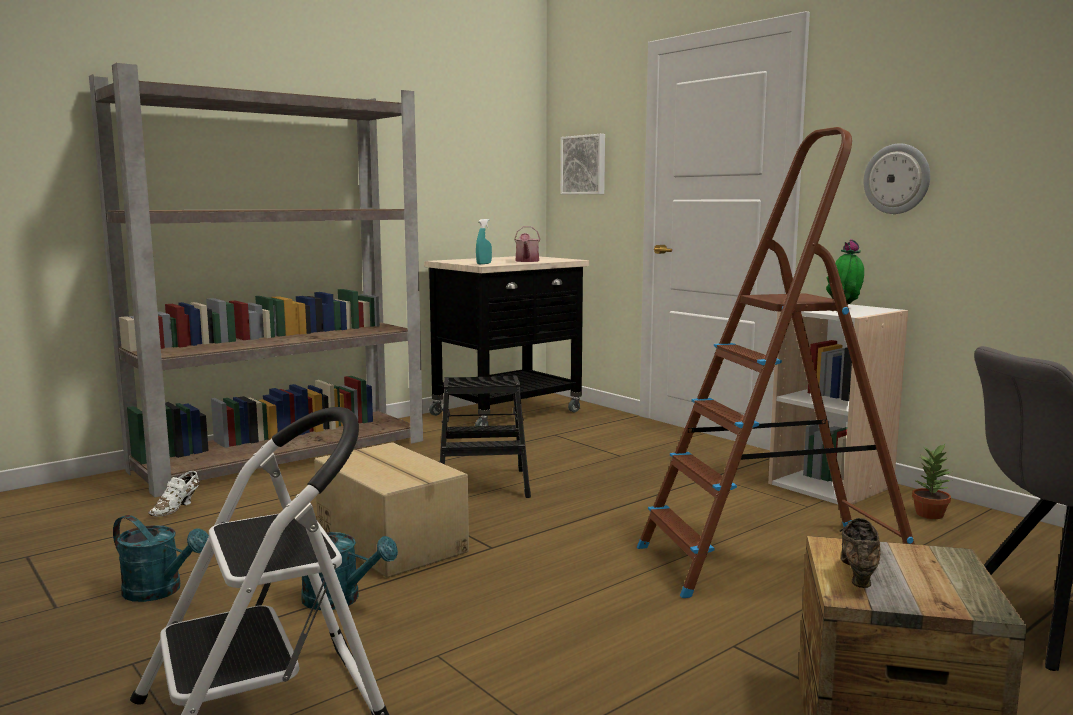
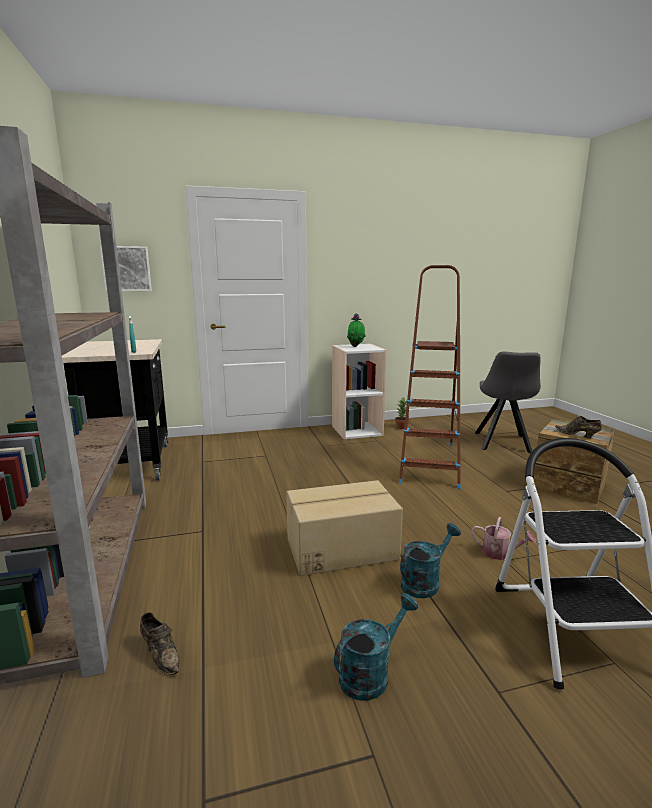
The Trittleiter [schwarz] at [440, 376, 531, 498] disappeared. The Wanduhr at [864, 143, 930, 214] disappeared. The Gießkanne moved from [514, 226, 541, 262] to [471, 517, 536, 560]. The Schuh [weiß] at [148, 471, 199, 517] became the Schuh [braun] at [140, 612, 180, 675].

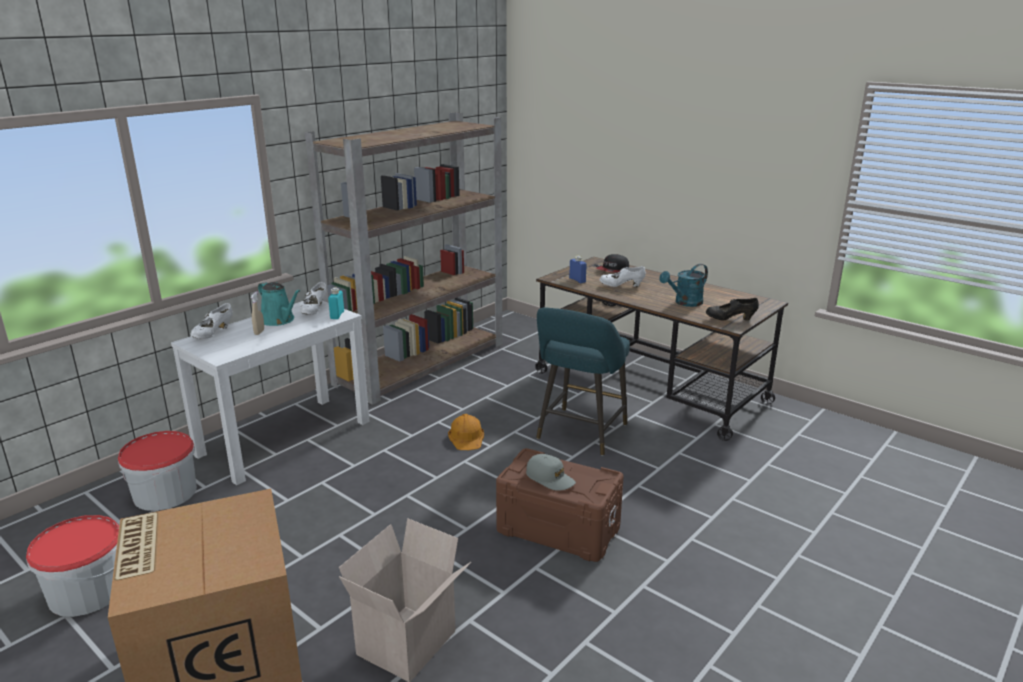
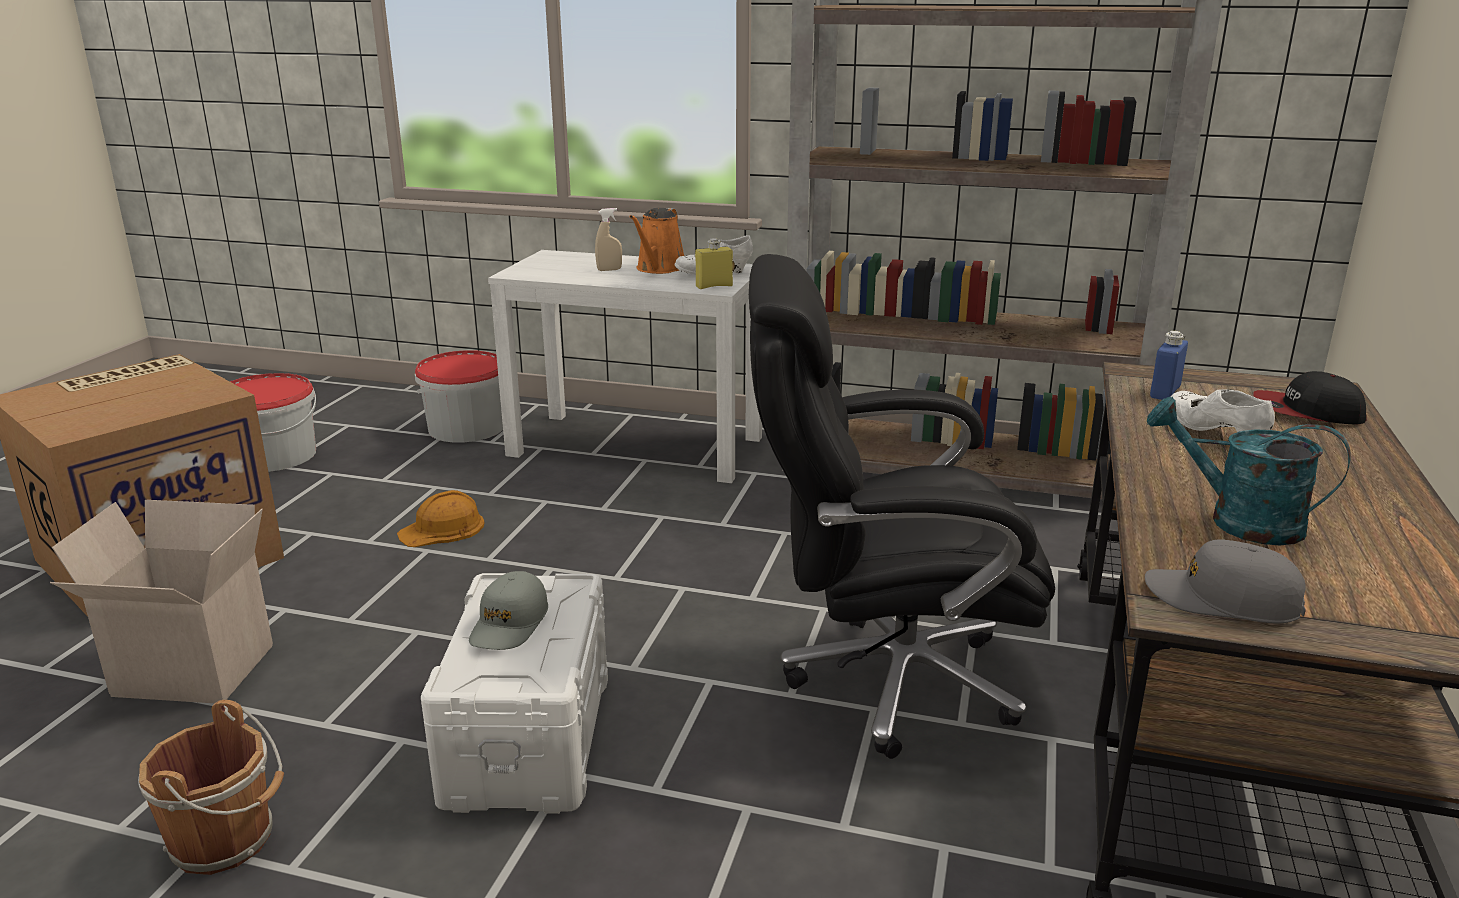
The Schuh [weiß] at [190, 303, 233, 339] disappeared. The Eimer [braun] at [138, 700, 284, 875] appeared. The Schutzhelm [orange] moved from [448, 414, 484, 450] to [397, 490, 485, 547]. The Hocker [türkis] at [536, 307, 630, 456] was replaced by the Bürostuhl [schwarz] at [749, 254, 1055, 759]. The Schuh [schwarz] at [706, 298, 759, 320] was replaced by the Kappe [grau] at [1145, 539, 1306, 624]. The Gießkanne [türkis] at [258, 281, 300, 326] became the Gießkanne [orange] at [629, 208, 684, 274]. The Flasche [türkis] at [328, 287, 344, 319] became the Flasche [gelb] at [695, 238, 733, 289]. The Aufbewahrungsbox [braun] at [496, 448, 624, 562] became the Aufbewahrungsbox [weiß] at [421, 573, 608, 814].

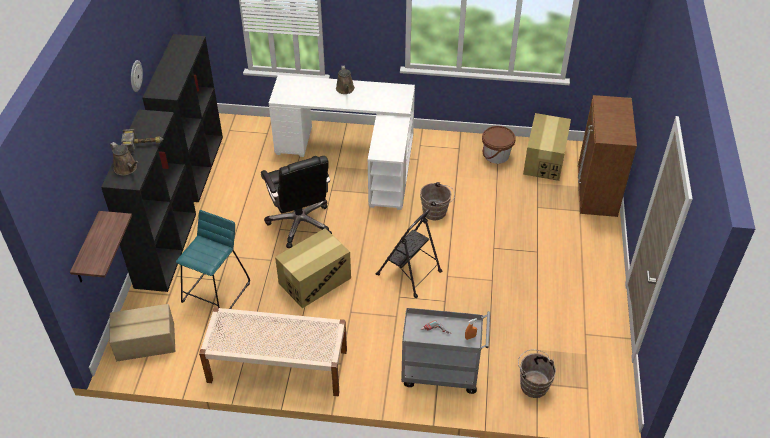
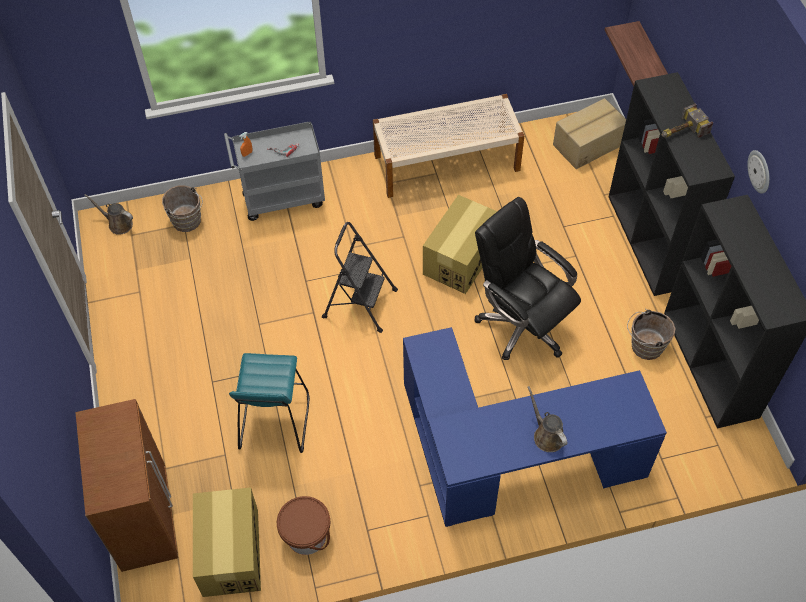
The Gießkanne [braun] moved from [110, 142, 138, 175] to [84, 194, 133, 235]. The Hocker [türkis] moved from [176, 210, 250, 309] to [229, 353, 310, 453]. The Eimer [braun] moved from [420, 182, 455, 220] to [627, 309, 675, 360]. The Schreibtisch [weiß] at [269, 75, 415, 210] became the Schreibtisch [blau] at [403, 327, 667, 527].

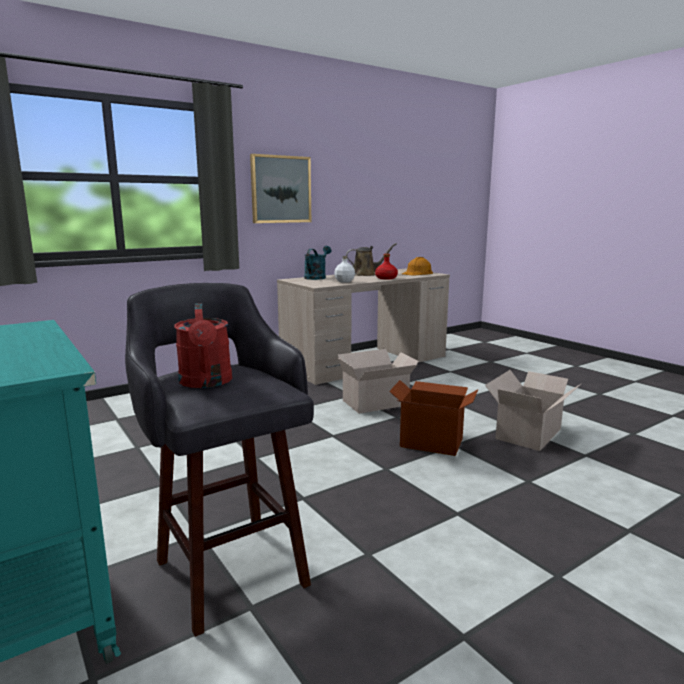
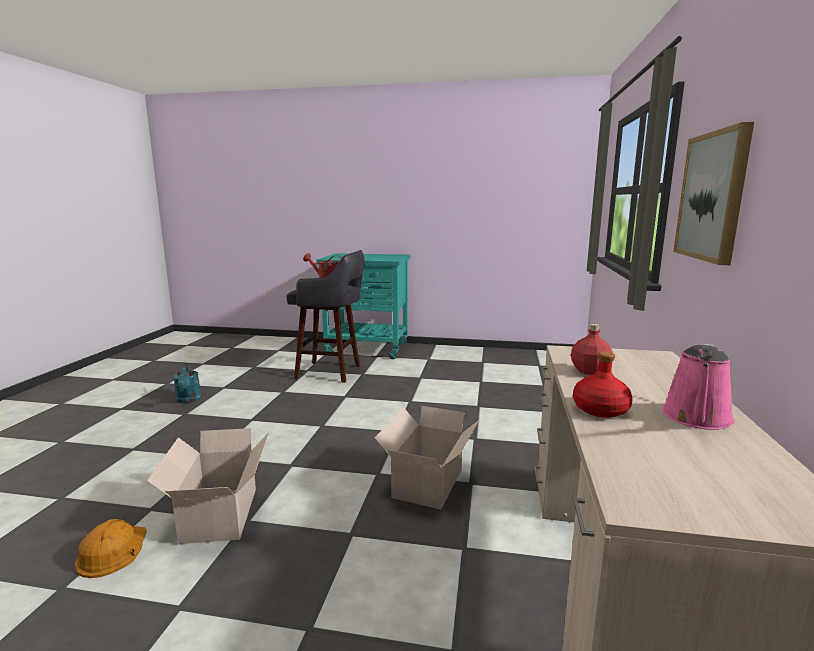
The Karton at [389, 380, 478, 456] disappeared. The Gießkanne [türkis] moved from [304, 246, 331, 280] to [173, 364, 202, 404]. The Schutzhelm [orange] moved from [402, 257, 433, 275] to [75, 519, 147, 578]. The Flasche [weiß] at [334, 256, 355, 283] became the Flasche [rot] at [571, 324, 613, 375]. The Gießkanne [braun] at [346, 243, 397, 276] became the Gießkanne [rosa] at [662, 344, 735, 430].

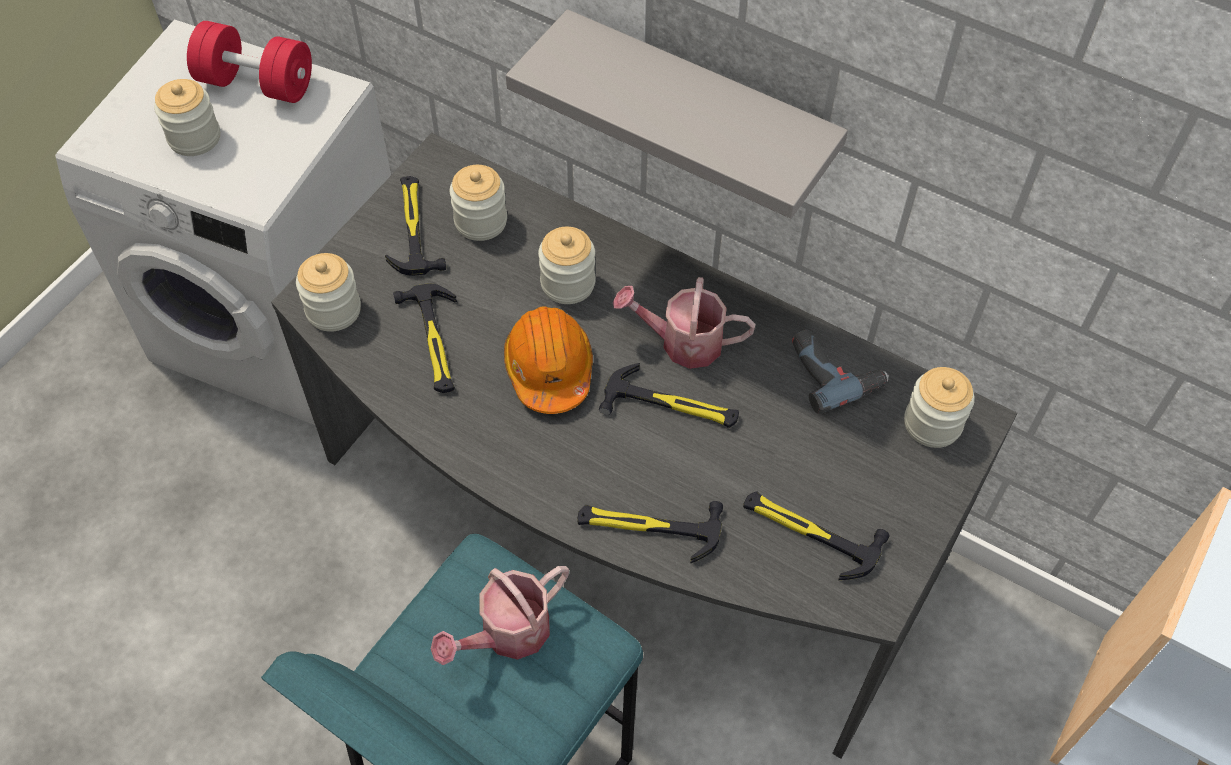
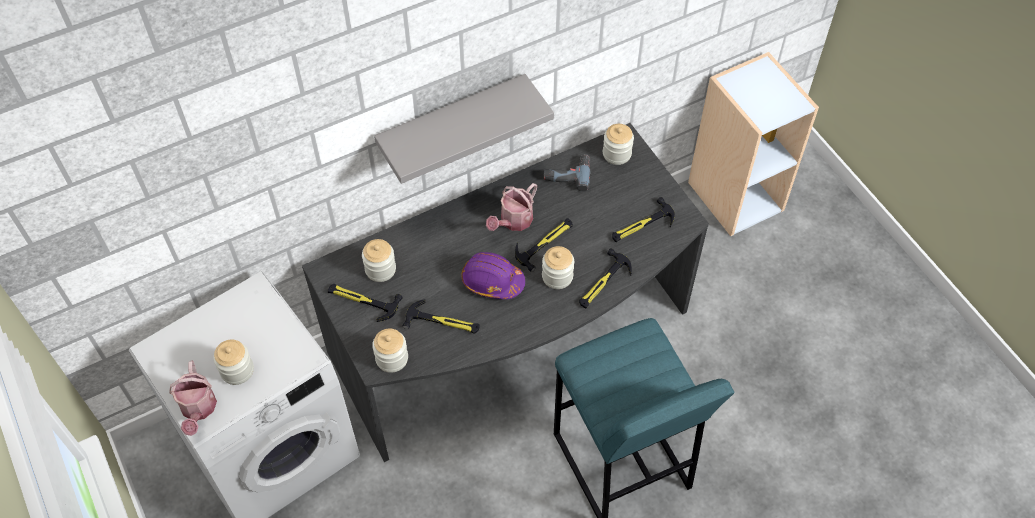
The Hantel [rot] at [187, 21, 312, 103] disappeared. The Gießkanne moved from [431, 566, 569, 665] to [169, 360, 217, 436]. The Vorratsglas moved from [538, 227, 595, 304] to [542, 246, 574, 289]. The Schutzhelm [orange] at [504, 306, 593, 414] became the Schutzhelm [lila] at [461, 252, 525, 299].

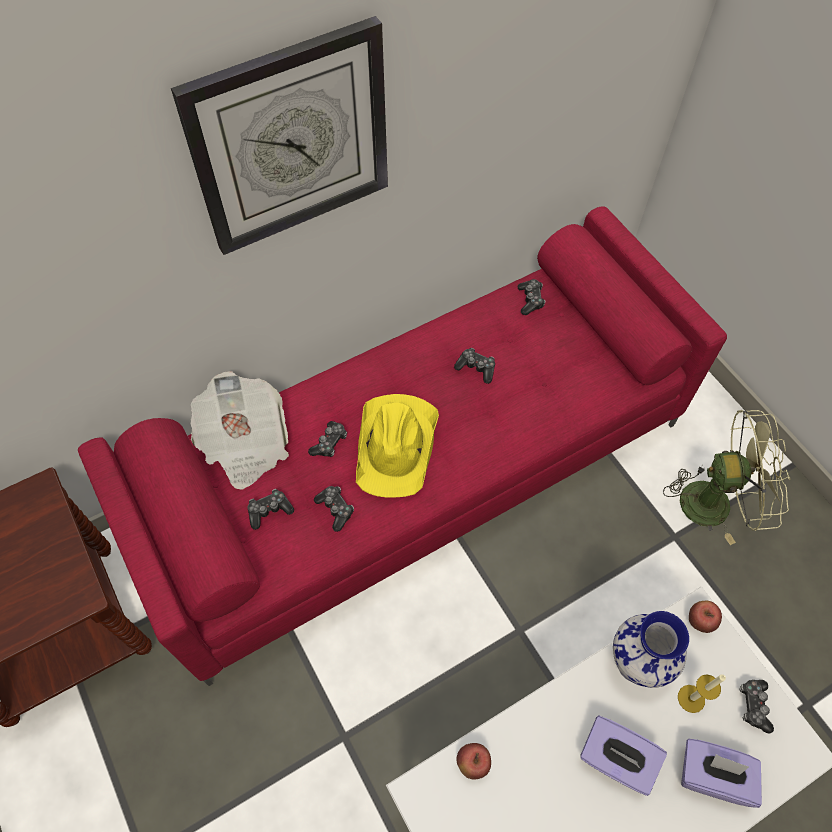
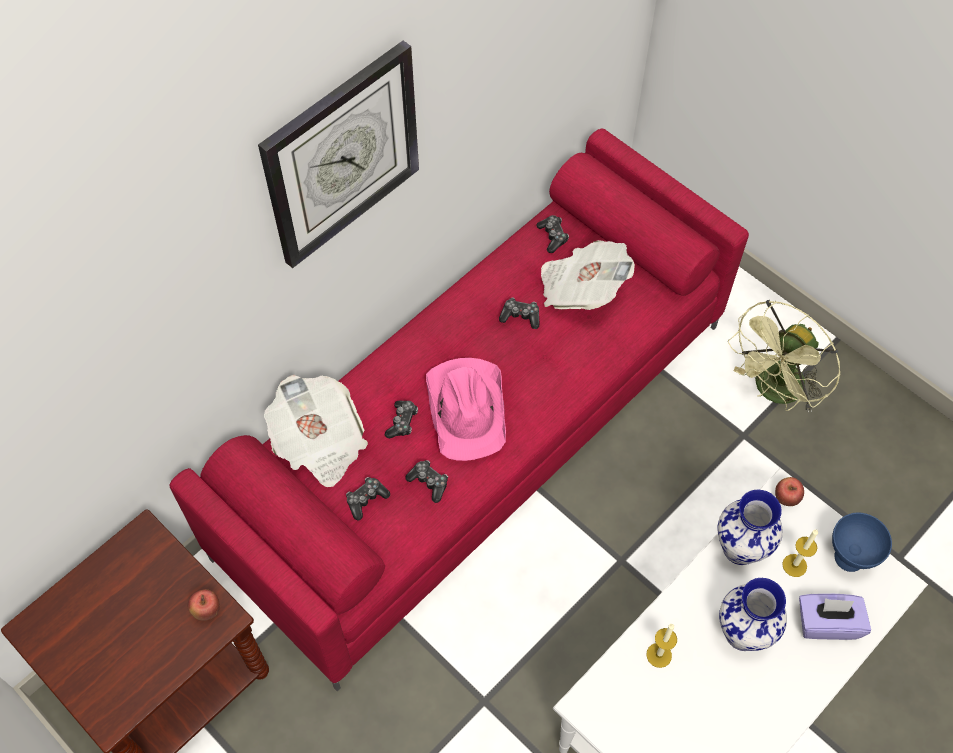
The Zeitung at [541, 240, 635, 310] appeared. The Kerze at [646, 624, 677, 668] appeared. The Apfel moved from [457, 743, 491, 780] to [188, 589, 220, 621]. The Taschentuchbox [lila] at [580, 715, 667, 796] was replaced by the Vase at [719, 578, 787, 651]. The Gamepad at [739, 680, 774, 734] was replaced by the Schüssel [blau] at [832, 513, 892, 572]. The Hut [gelb] at [356, 394, 439, 497] became the Hut [rosa] at [426, 358, 506, 461]. The Ventilator [grün] at [663, 410, 790, 545] turned 150 degrees clockwise.

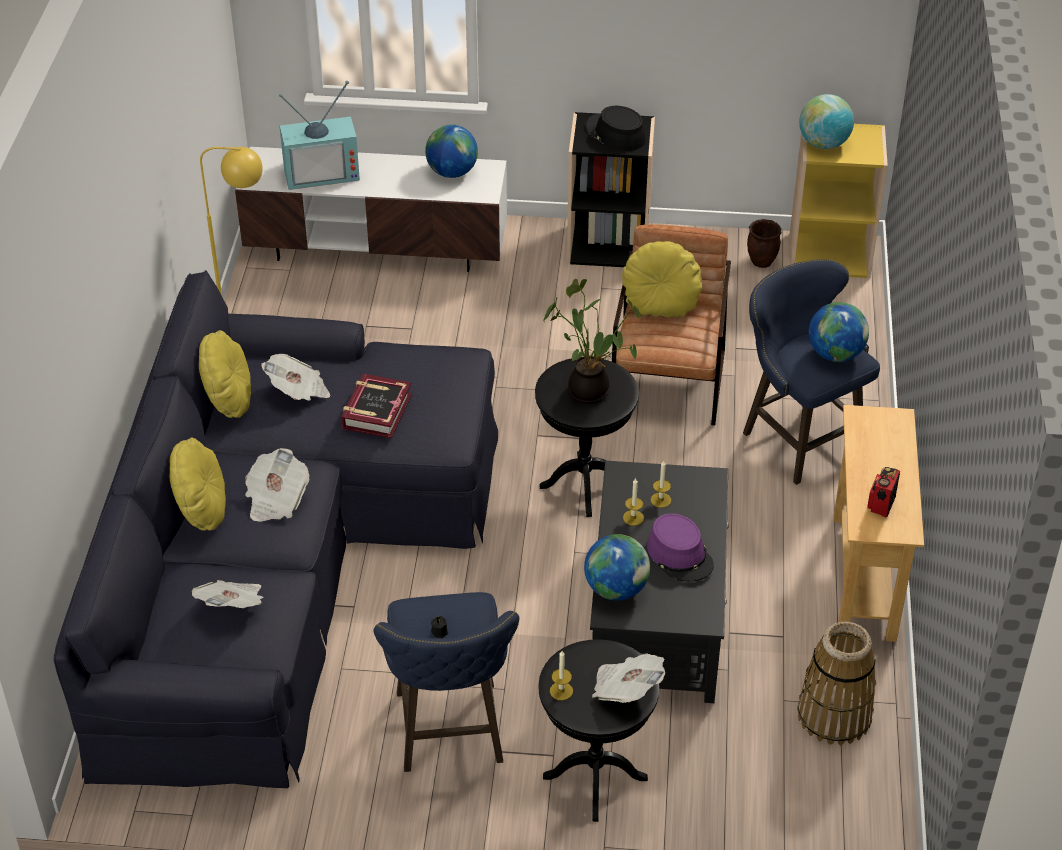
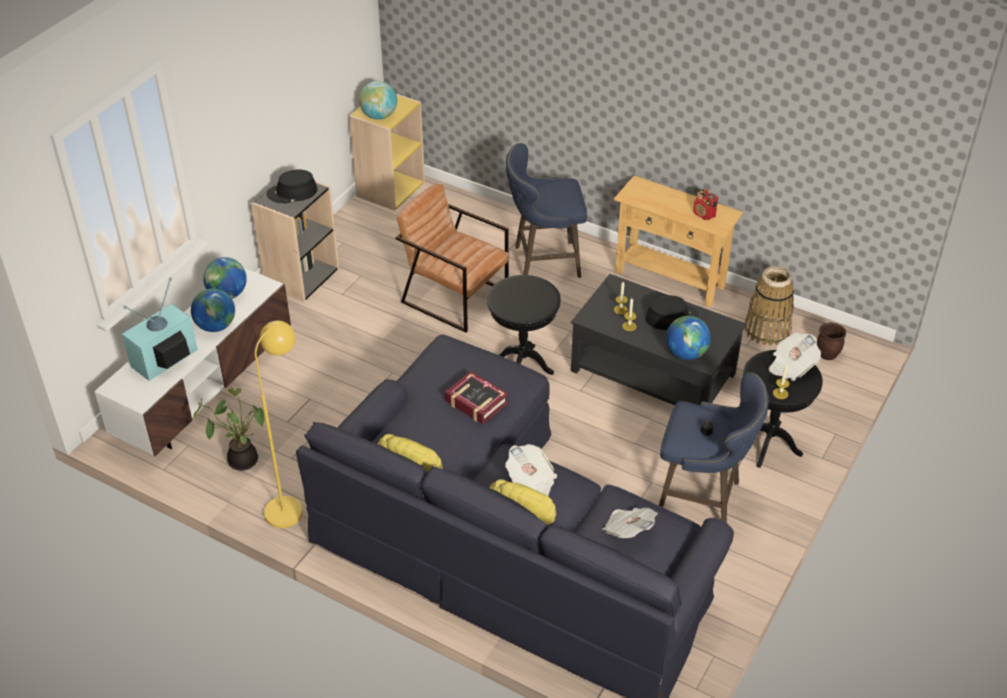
The Zeitung at [261, 354, 331, 401] disappeared. The Kissen [gelb] at [622, 241, 702, 317] disappeared. The Topfpflanze moved from [543, 279, 641, 404] to [194, 388, 265, 471]. The Pflanzkübel [braun] moved from [747, 219, 782, 268] to [817, 323, 846, 360]. The Globus moved from [809, 302, 869, 362] to [191, 289, 235, 332]. The Hut [lila] at [647, 513, 714, 582] became the Hut [schwarz] at [645, 295, 700, 330]. The Fernseher at [279, 81, 360, 190] turned 150 degrees counterclockwise.

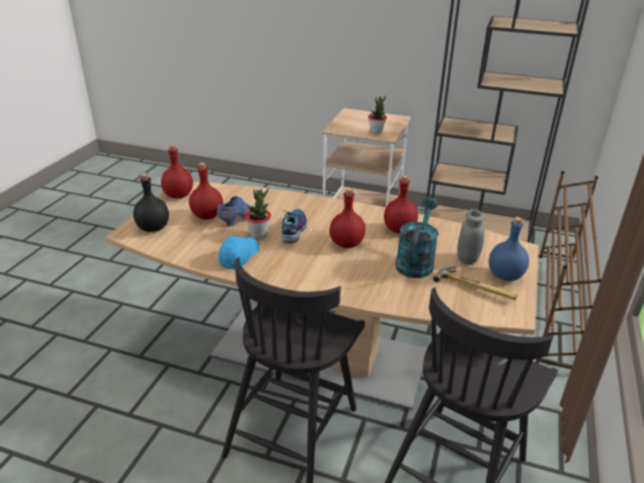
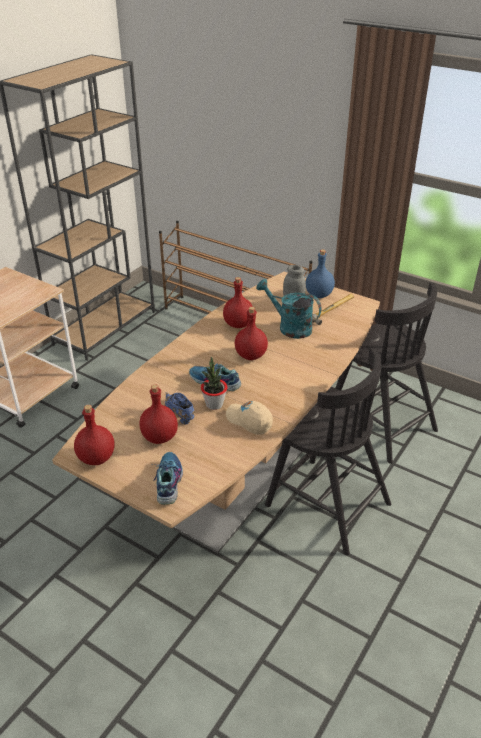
The Topfpflanze at [368, 95, 387, 134] disappeared. The Flasche [schwarz] at [133, 173, 169, 232] was replaced by the Schuh at [151, 452, 183, 505]. The Kappe [blau] at [218, 235, 259, 269] became the Kappe [beige] at [226, 401, 273, 435].

